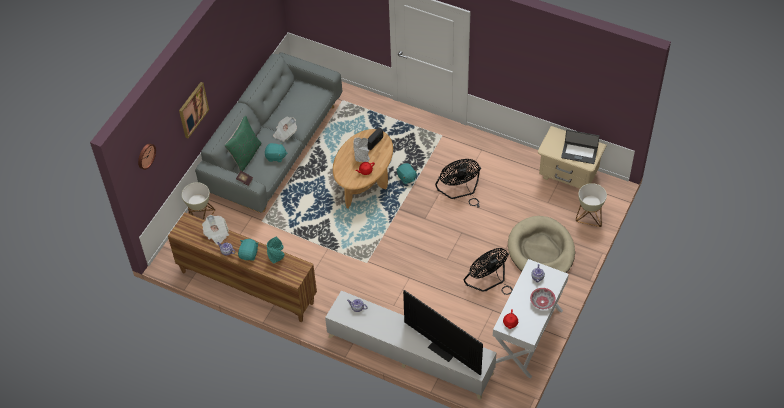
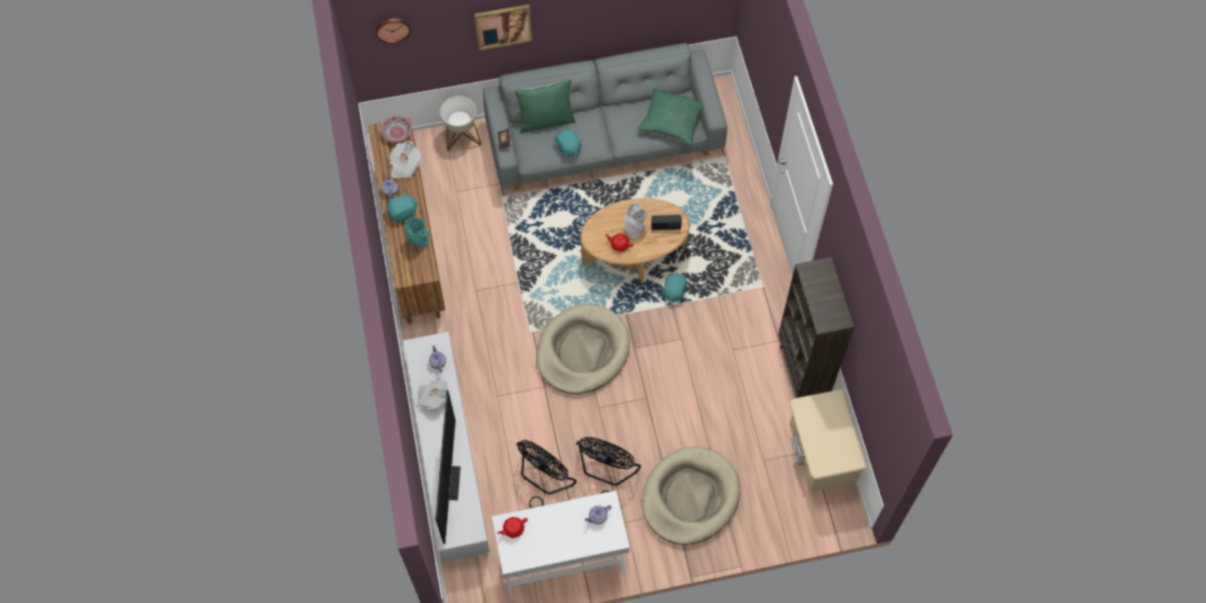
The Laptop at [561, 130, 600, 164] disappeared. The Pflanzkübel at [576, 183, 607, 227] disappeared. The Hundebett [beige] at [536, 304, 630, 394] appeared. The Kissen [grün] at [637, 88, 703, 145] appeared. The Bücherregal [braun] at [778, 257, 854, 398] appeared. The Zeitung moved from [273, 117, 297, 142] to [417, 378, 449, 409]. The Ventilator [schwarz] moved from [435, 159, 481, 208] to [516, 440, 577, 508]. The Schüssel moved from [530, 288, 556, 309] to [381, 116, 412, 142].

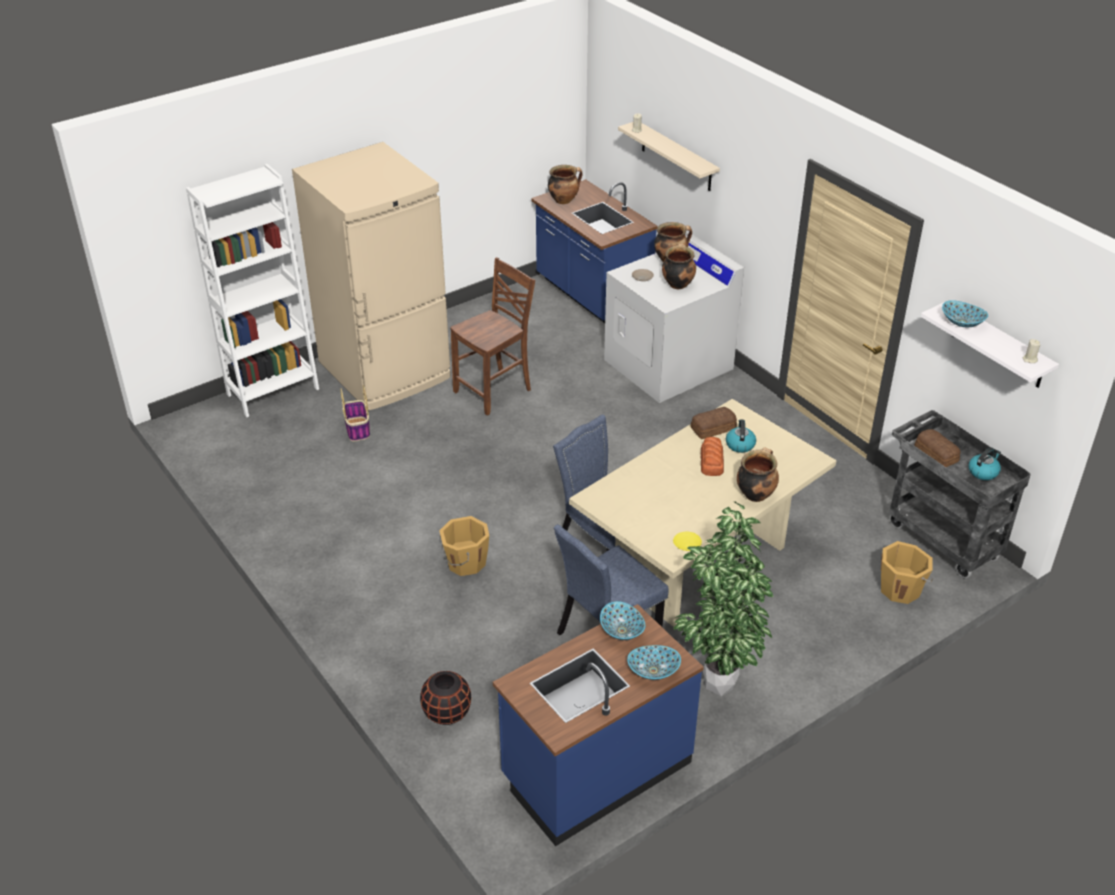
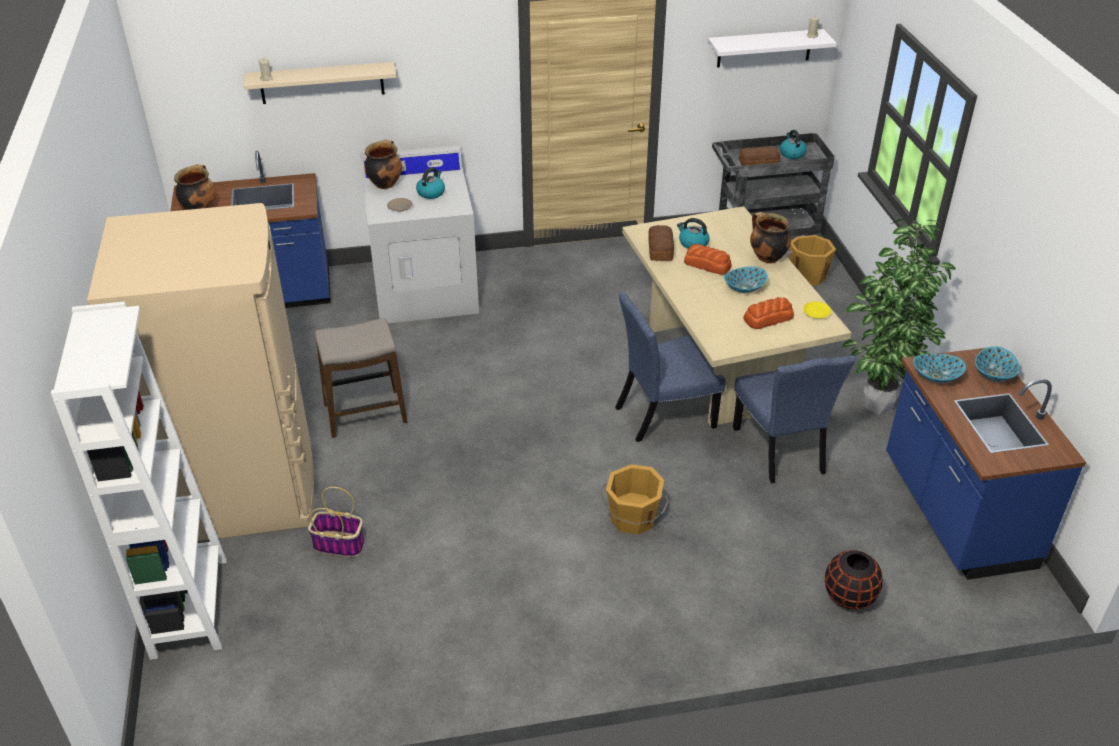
The Brot at [744, 297, 794, 329] appeared. The Schüssel moved from [942, 300, 988, 327] to [724, 266, 768, 293]. The Stuhl [braun] at [450, 257, 535, 416] was replaced by the Hocker at [315, 318, 407, 438]. The Kochtopf at [662, 243, 696, 289] was replaced by the Wasserkessel at [416, 167, 445, 199].

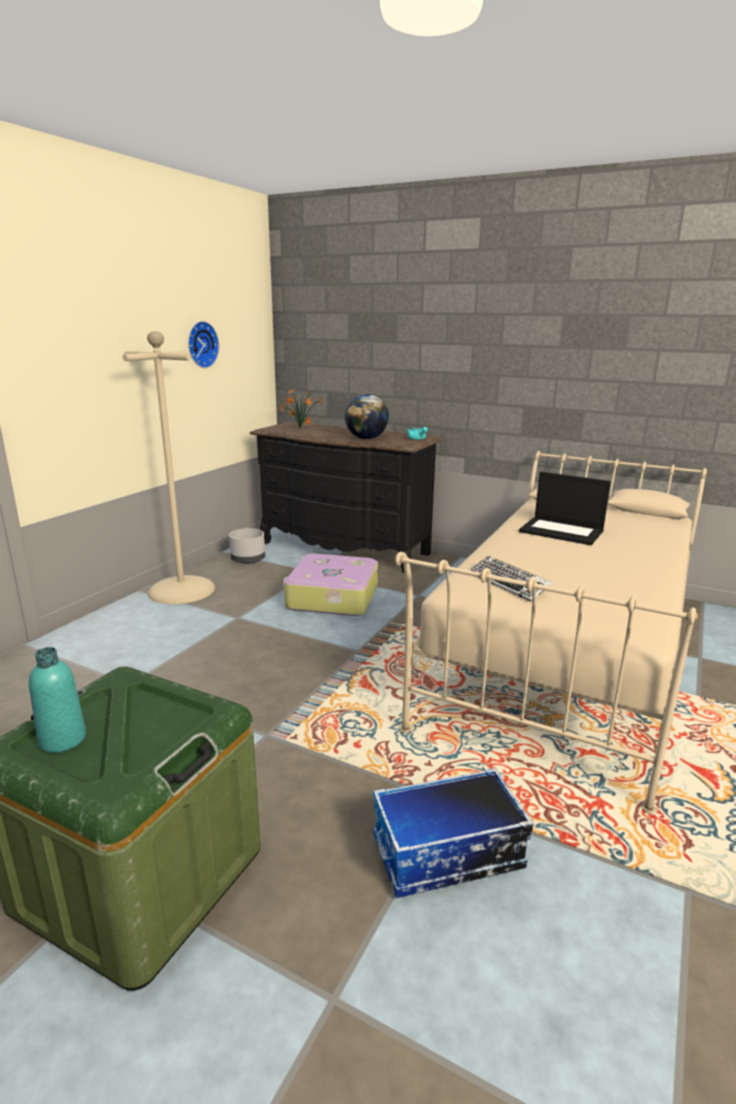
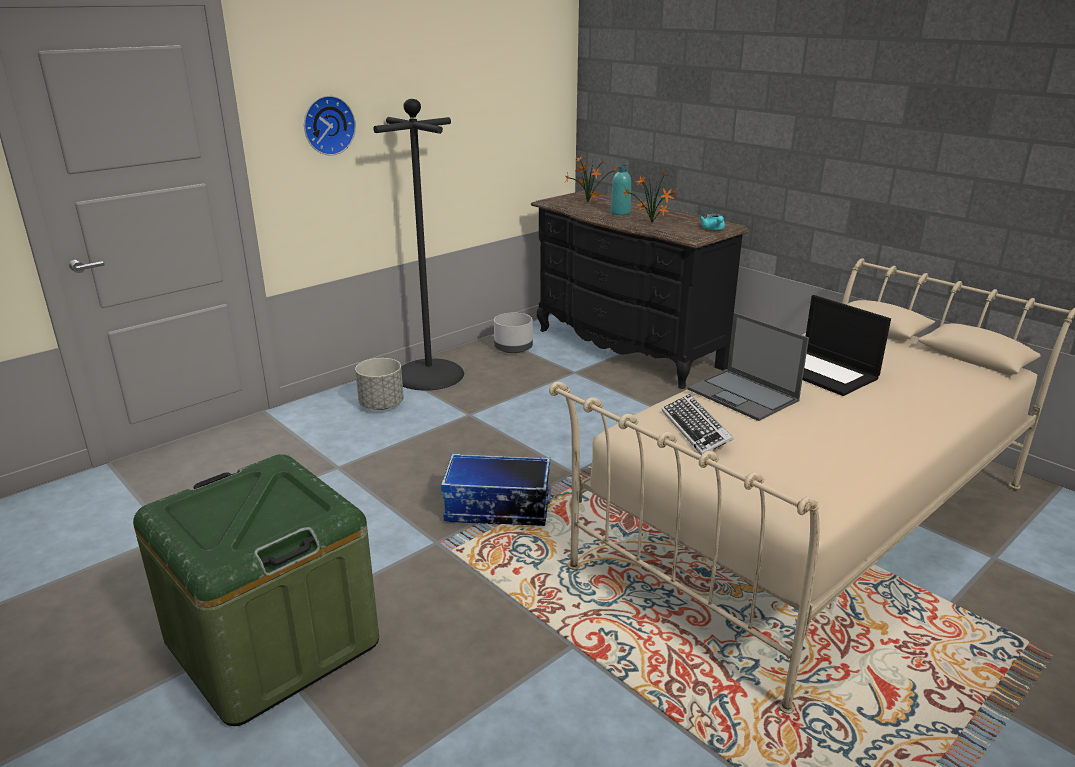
The Koffer at [283, 553, 378, 616] disappeared. The Pflanzkübel [grau] at [355, 358, 404, 410] appeared. The Laptop at [688, 313, 809, 421] appeared. The Flasche [türkis] moved from [29, 647, 86, 753] to [611, 165, 631, 215]. The Wanduhr moved from [188, 321, 219, 368] to [304, 96, 356, 156]. The Aufbewahrungsbox moved from [373, 768, 533, 898] to [441, 454, 551, 526]. The Globus at [345, 394, 389, 439] was replaced by the Topfpflanze at [624, 171, 679, 223]. The Kleiderständer [beige] at [123, 331, 215, 604] became the Kleiderständer [schwarz] at [373, 99, 464, 391].

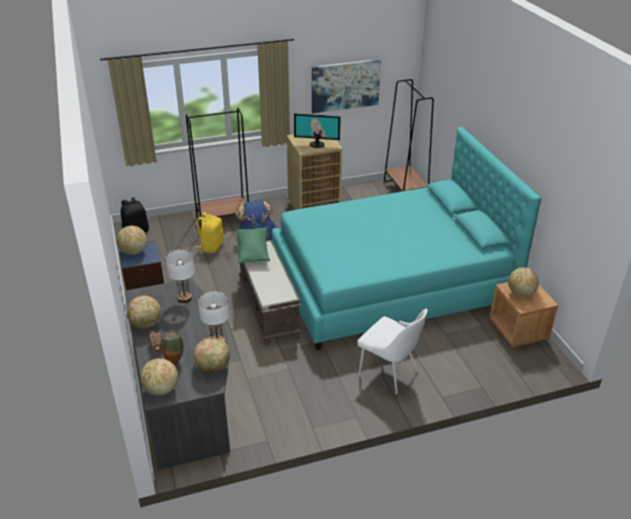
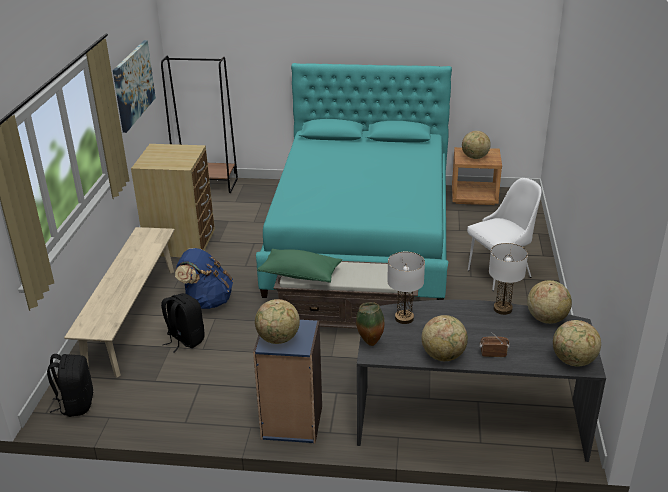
The Monitor at [294, 113, 341, 148] disappeared. The Vase moved from [160, 330, 184, 364] to [356, 302, 384, 346]. The Kleiderständer at [186, 108, 249, 228] was replaced by the Bank [beige] at [64, 227, 175, 377]. The Rucksack [gelb] at [195, 212, 224, 253] became the Rucksack [schwarz] at [161, 293, 205, 353].

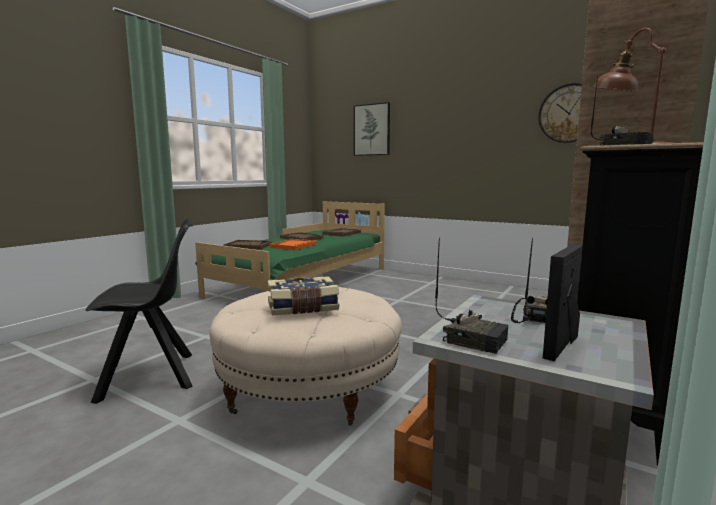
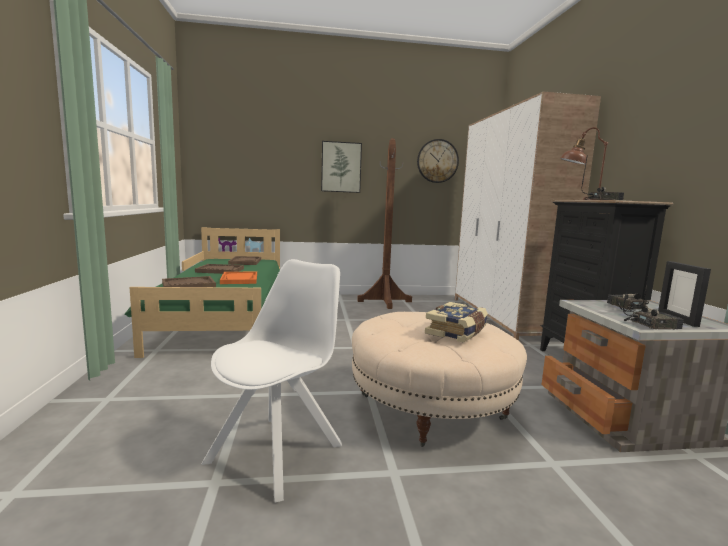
The Kleiderständer [braun] at [357, 138, 412, 309] appeared. The Bild moved from [354, 102, 390, 156] to [321, 141, 362, 193]. The Stuhl [schwarz] at [85, 219, 193, 404] became the Stuhl [weiß] at [201, 259, 342, 503].

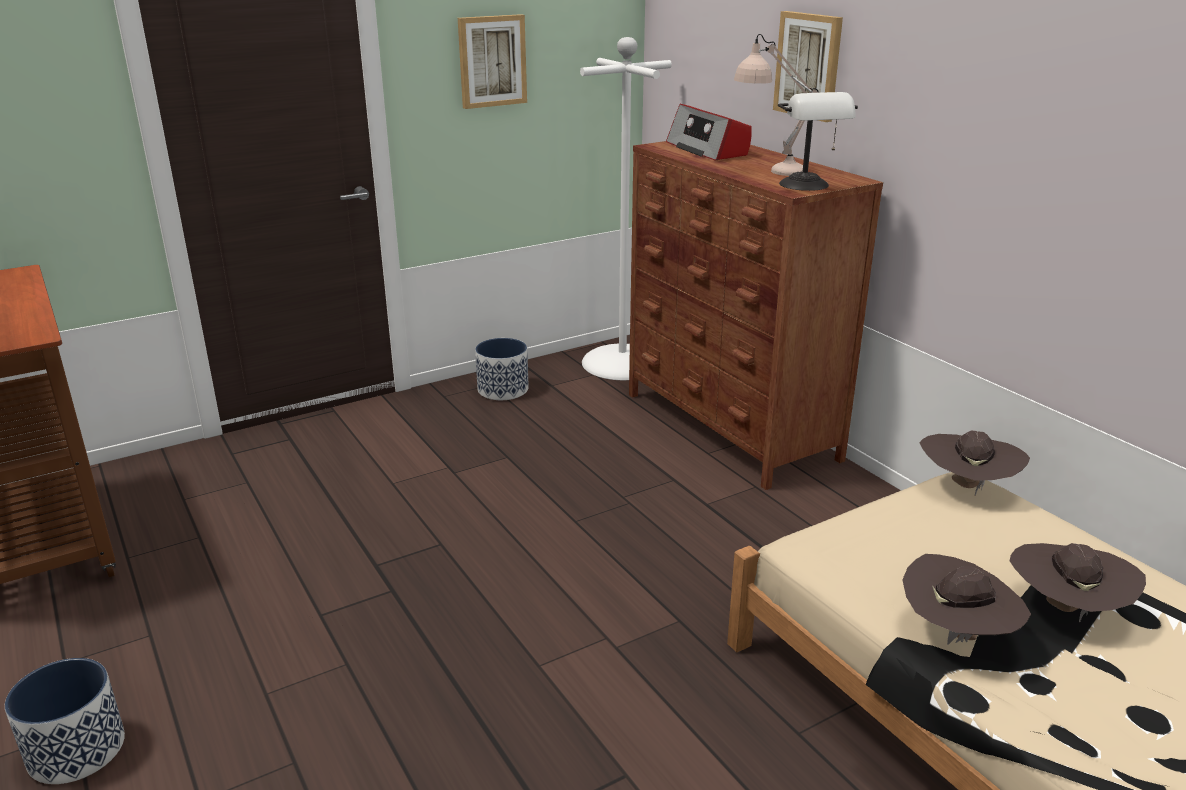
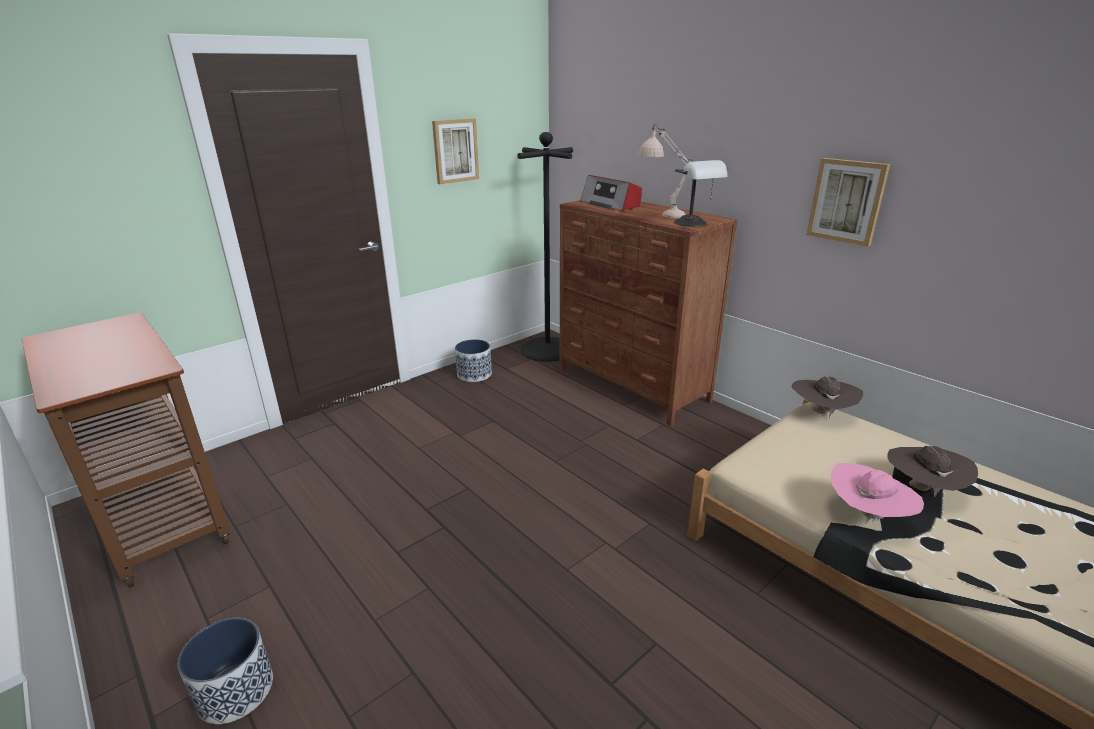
The Bild moved from [773, 11, 843, 122] to [807, 158, 890, 246]. The Kleiderständer [weiß] at [580, 37, 672, 380] became the Kleiderständer [schwarz] at [517, 132, 573, 362]. The Hut [braun] at [902, 554, 1031, 645] became the Hut [rosa] at [831, 463, 924, 524].

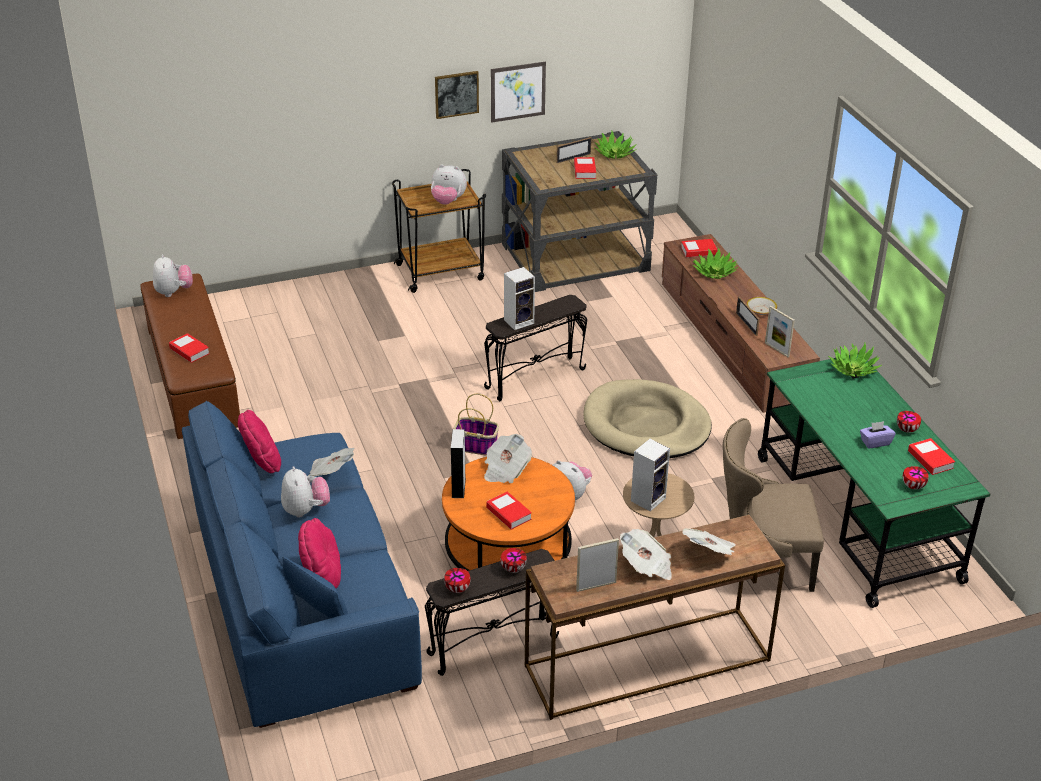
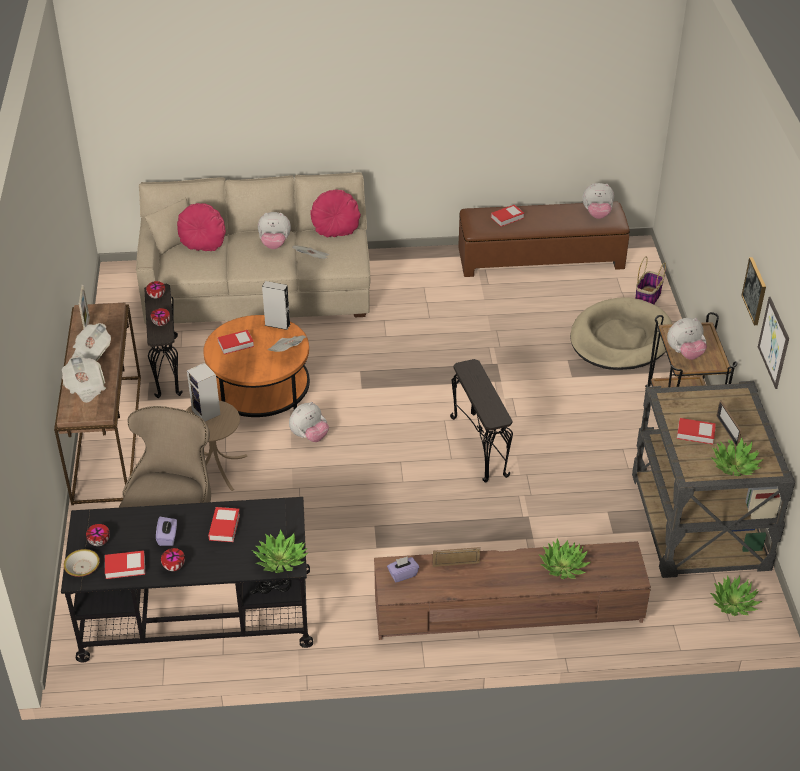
The Lautsprecher at [504, 267, 535, 330] disappeared. The Topfpflanze at [710, 575, 762, 616] appeared. The Korb moved from [453, 394, 499, 456] to [635, 256, 666, 304]. The Hundebett [beige] moved from [583, 379, 712, 458] to [570, 297, 672, 370]. The Buch moved from [681, 239, 717, 257] to [208, 507, 240, 542]. The Schüssel moved from [746, 297, 777, 315] to [64, 549, 100, 577]. The Bilderrahmen at [765, 306, 795, 357] was replaced by the Taschentuchbox [lila] at [387, 556, 419, 582]. The Sofa [blau] at [182, 401, 422, 728] became the Sofa [beige] at [136, 172, 370, 324]. The Schreibtisch [grün] at [758, 355, 991, 608] became the Schreibtisch [schwarz] at [61, 497, 313, 662]. The Plüschtier at [431, 164, 467, 205] turned 135 degrees counterclockwise.

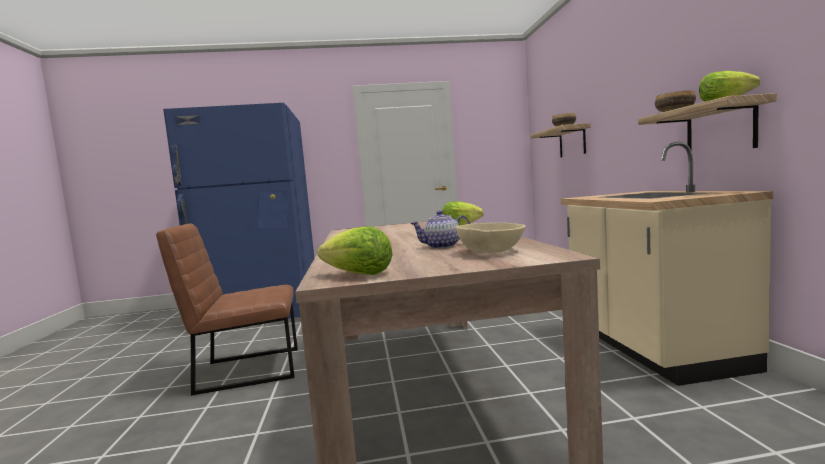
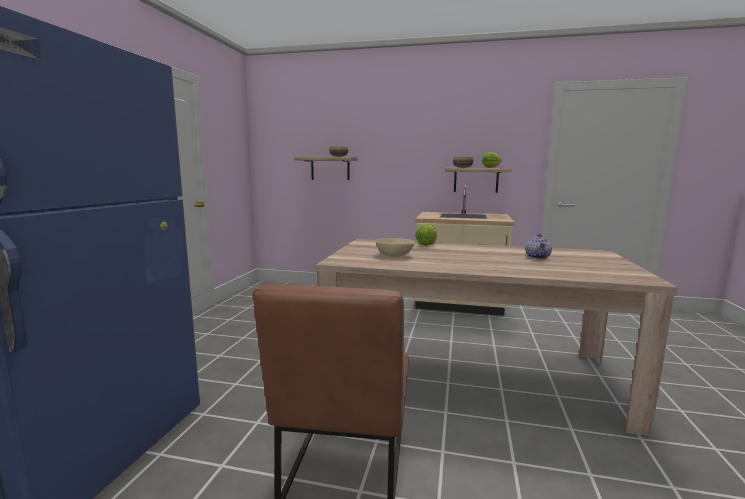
The Salatkopf at [317, 226, 392, 275] disappeared. The Schüssel [beige] moved from [456, 223, 525, 253] to [375, 238, 415, 257].

